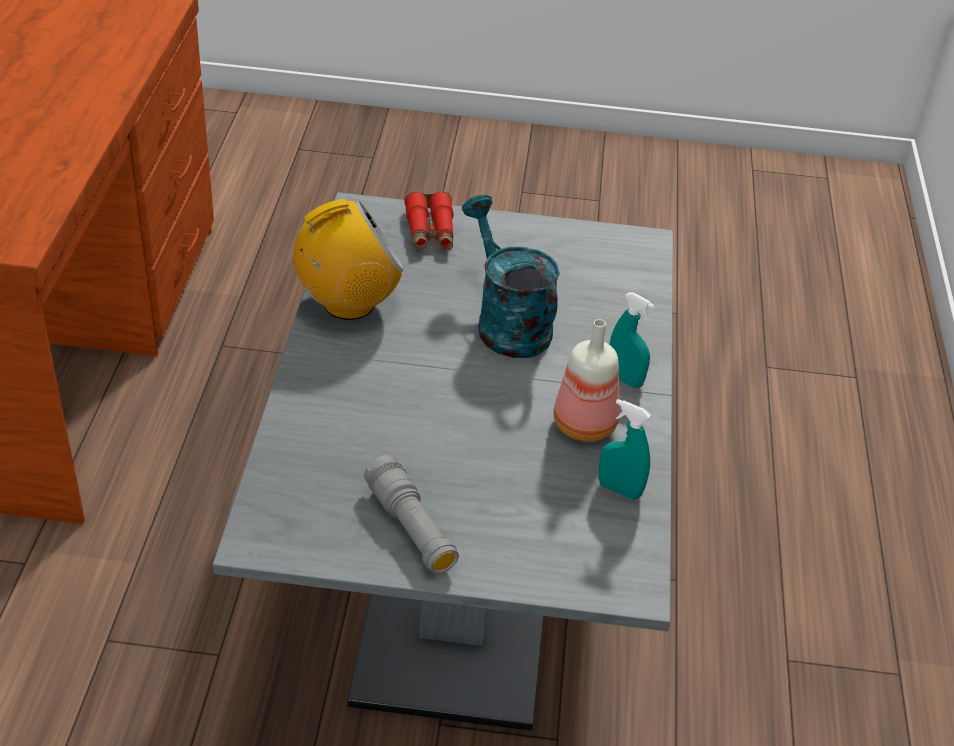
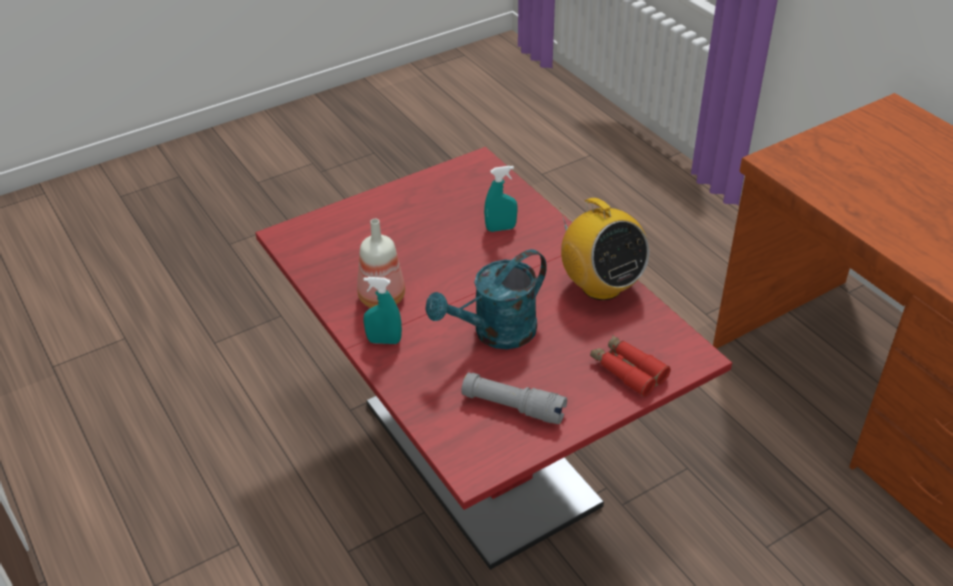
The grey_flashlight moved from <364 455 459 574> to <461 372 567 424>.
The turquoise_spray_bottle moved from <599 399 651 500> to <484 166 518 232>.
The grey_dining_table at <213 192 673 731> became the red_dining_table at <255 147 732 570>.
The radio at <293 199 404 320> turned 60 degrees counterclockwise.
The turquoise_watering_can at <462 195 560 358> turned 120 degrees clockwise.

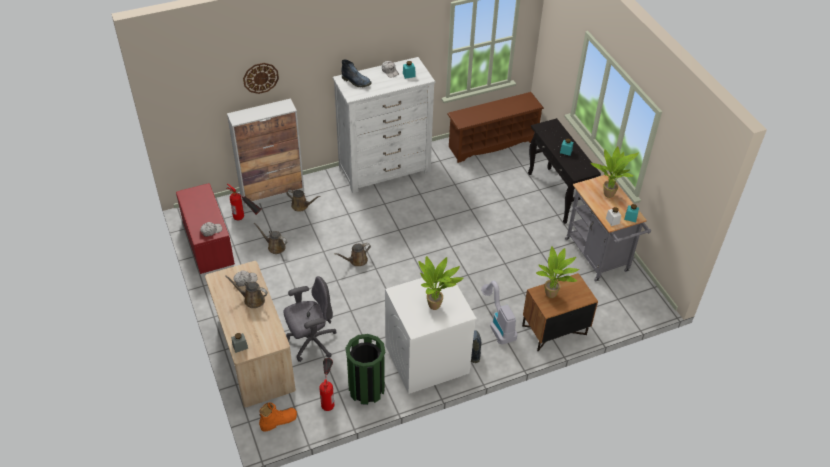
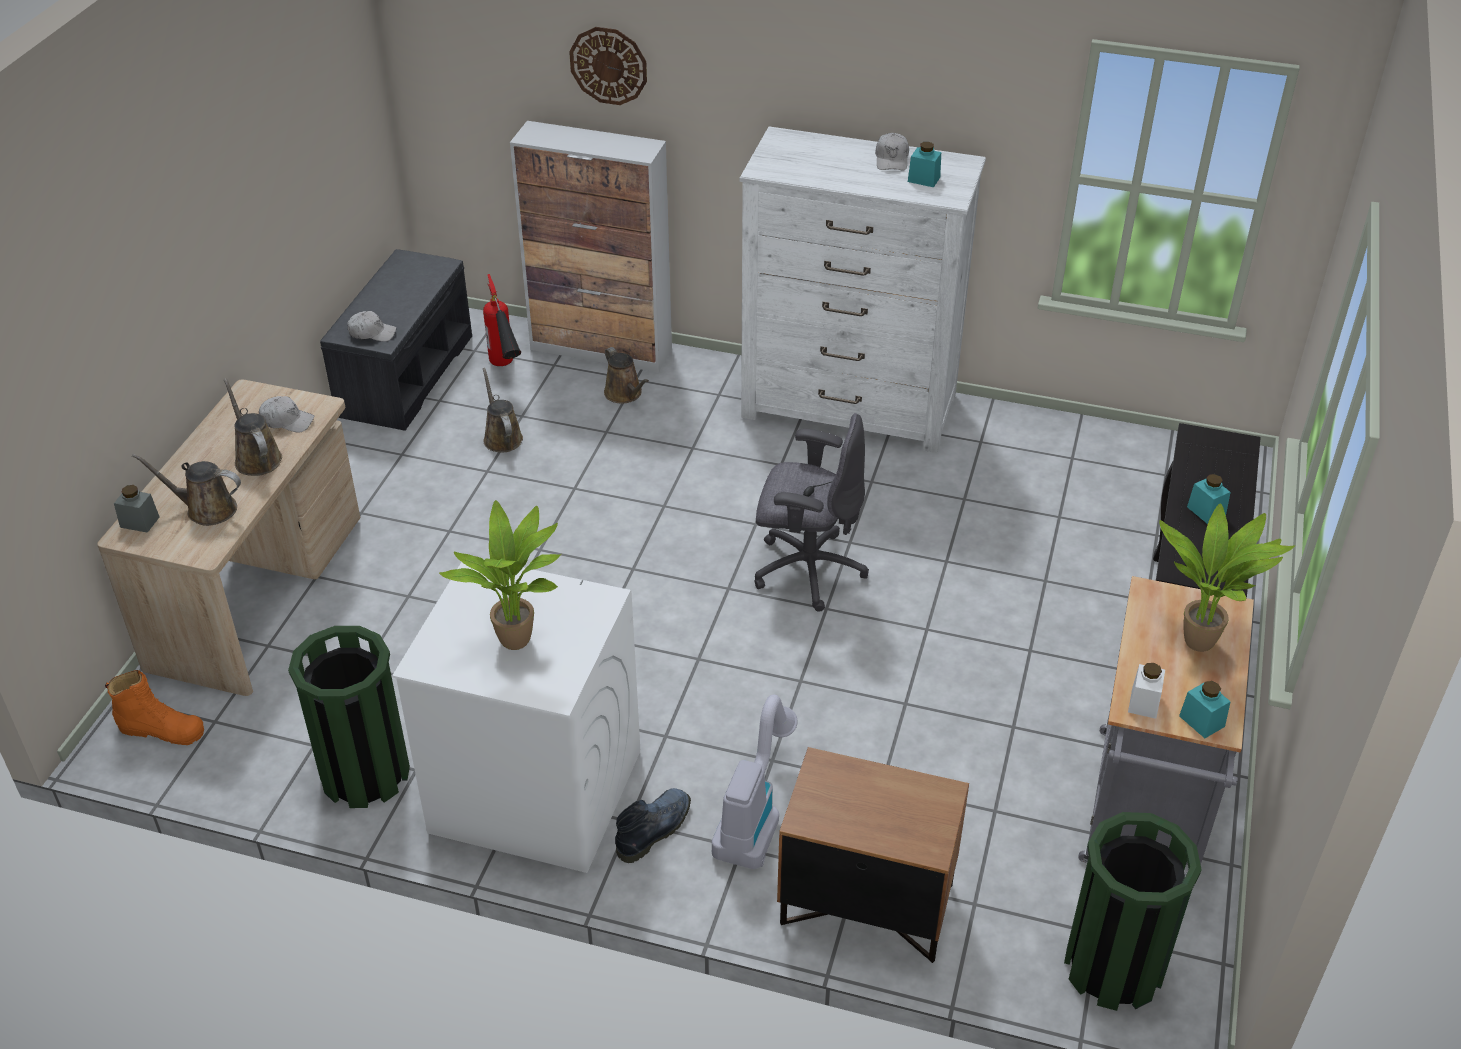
The fire_extinguisher at <319 358 334 411> disappeared.
The boot at <341 60 372 87> disappeared.
The brown_shoe_rack at <447 92 544 163> disappeared.
The potted_plant at <536 246 579 298> disappeared.
The green_trash_can at <1064 812 1202 1011> appeared.
The grey_office_chair moved from <283 276 337 362> to <754 413 869 612>.
The brown_watering_can moved from <335 243 371 266> to <132 454 241 526>.
The red_bench at <176 183 235 274> became the grey_bench at <320 249 472 431>.

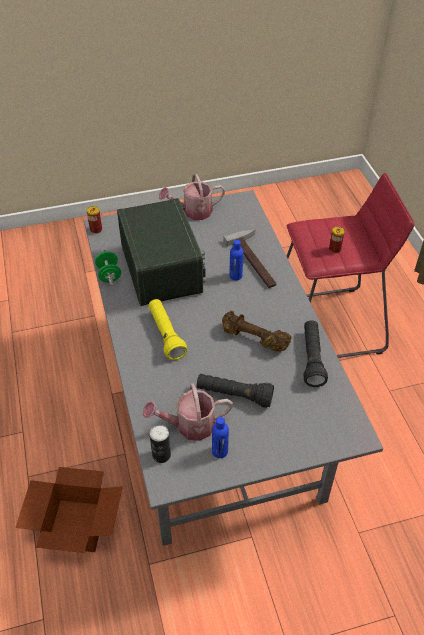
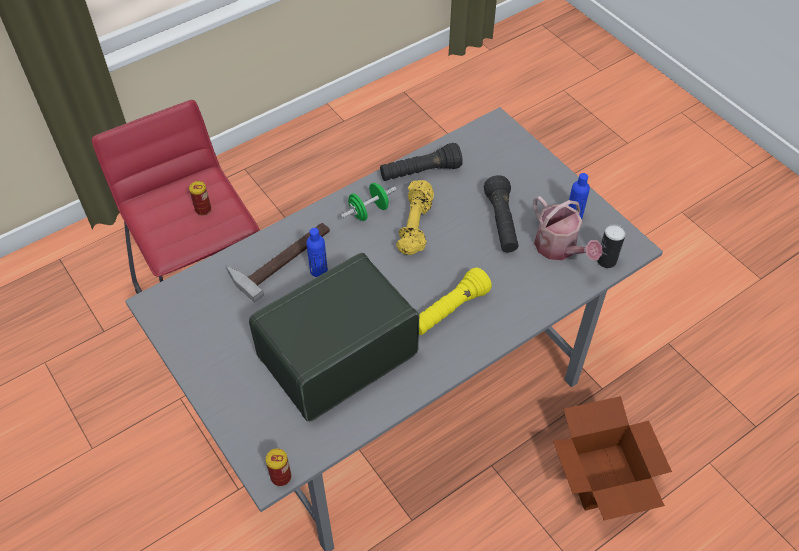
The watering_can at <159 174 225 220> disappeared.
The green_dumbbell moved from <95 250 121 286> to <341 183 396 221>.
The brown_dumbbell at <222 311 291 352> became the yellow_dumbbell at <396 180 434 255>.

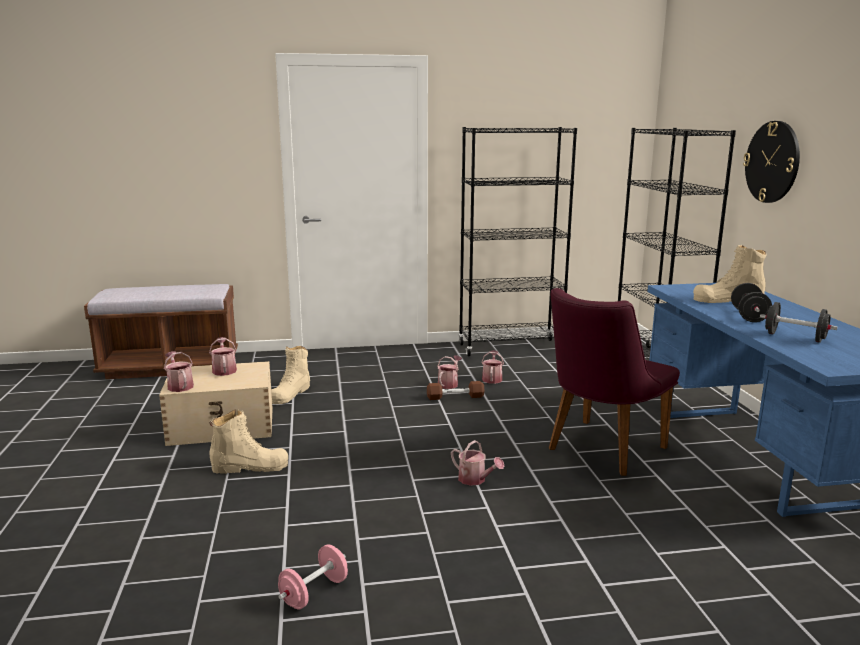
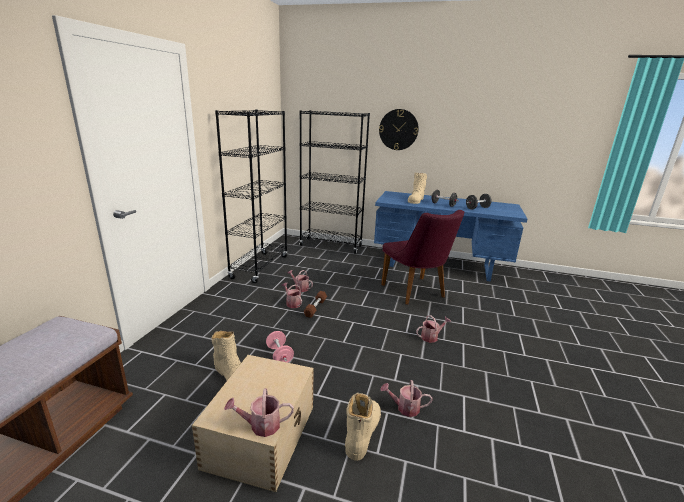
The watering_can moved from <209 337 237 376> to <380 380 433 417>.
The pink_dumbbell moved from <278 544 348 609> to <266 331 294 363>.

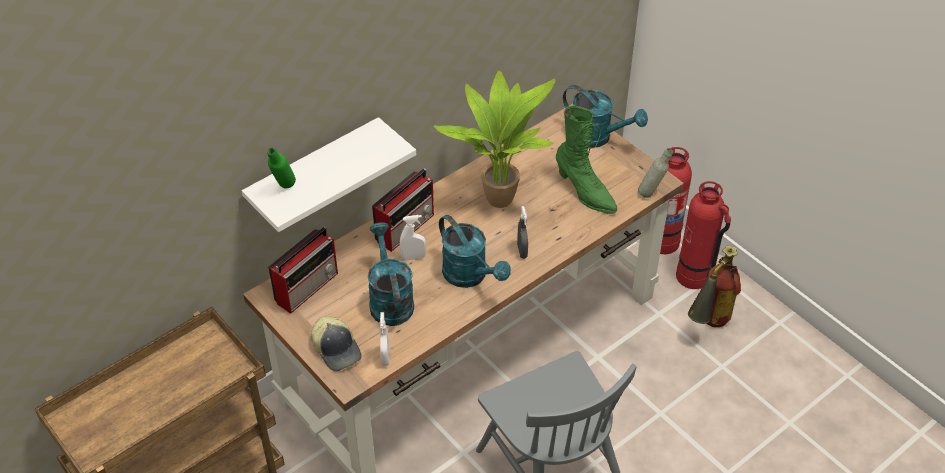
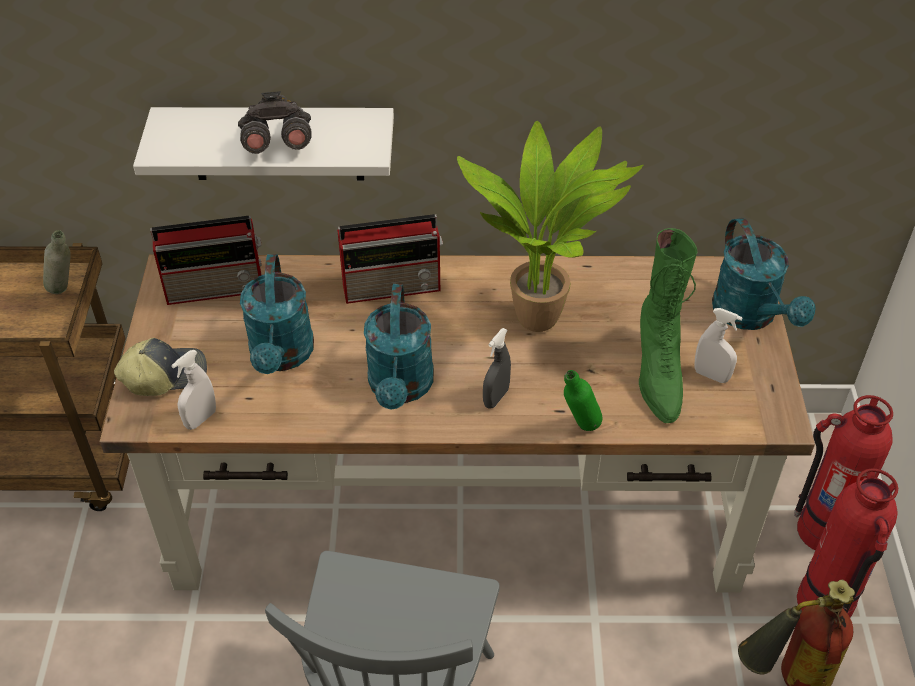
The grey_binoculars at <238 91 312 154> appeared.
The green_bottle moved from <267 148 296 189> to <564 370 602 431>.
The white_spray_bottle moved from <399 215 426 260> to <694 308 743 383>.
The grey_bottle moved from <638 148 673 198> to <43 230 71 294>.
The cap at <311 317 361 371> turned 120 degrees counterclockwise.
The turquoise_watering_can at <368 222 414 326> turned 150 degrees clockwise.

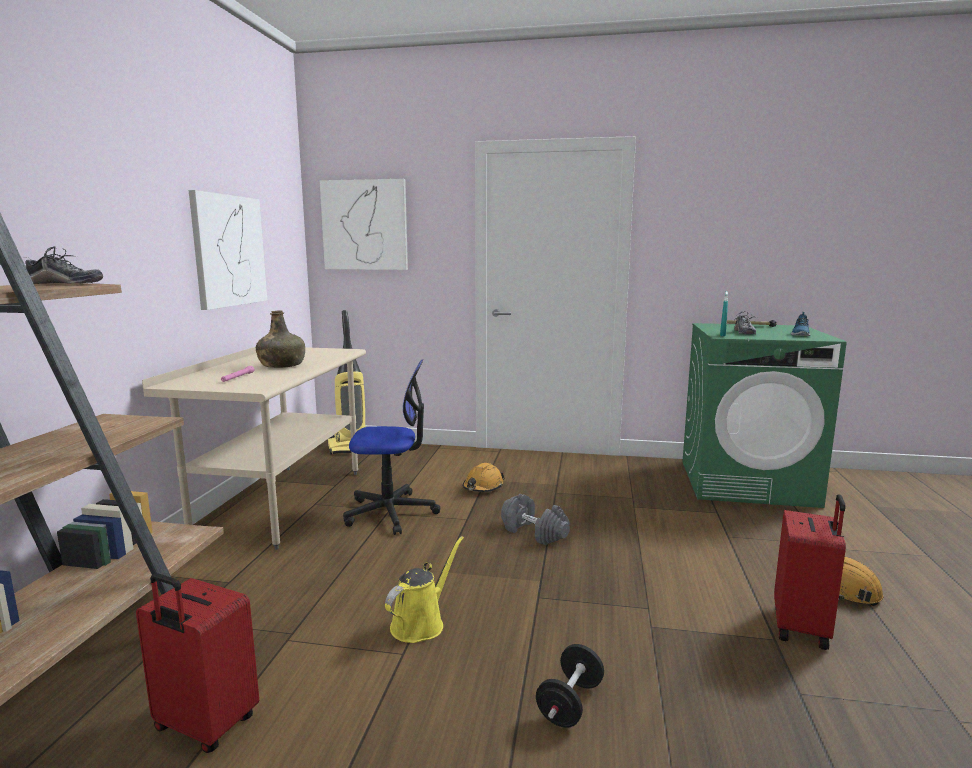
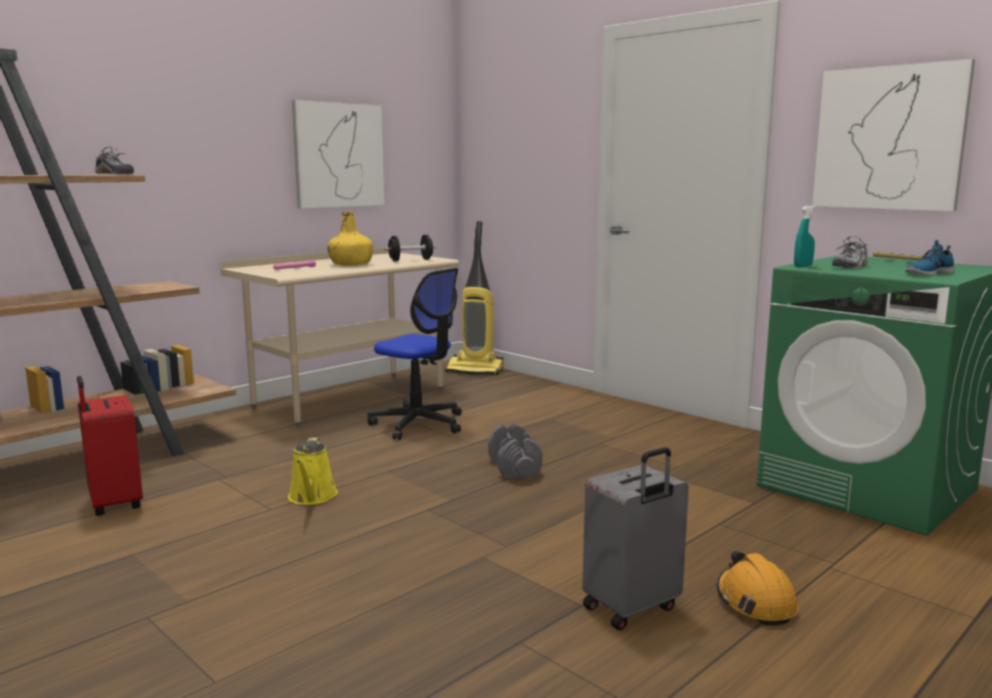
The orange_hard_hat at <462 463 505 492> disappeared.
The picture moved from <320 179 408 270> to <812 59 975 211>.
The black_dumbbell moved from <536 644 604 728> to <385 235 436 261>.
The green_bottle at <256 310 305 368> became the yellow_bottle at <327 211 373 266>.
The red_suitcase at <774 494 846 650> became the grey_suitcase at <582 447 689 630>.
The yellow_watering_can at <385 536 464 643> turned 105 degrees clockwise.

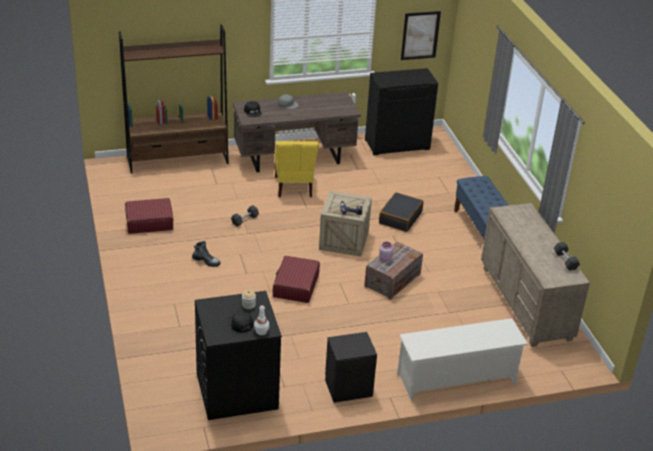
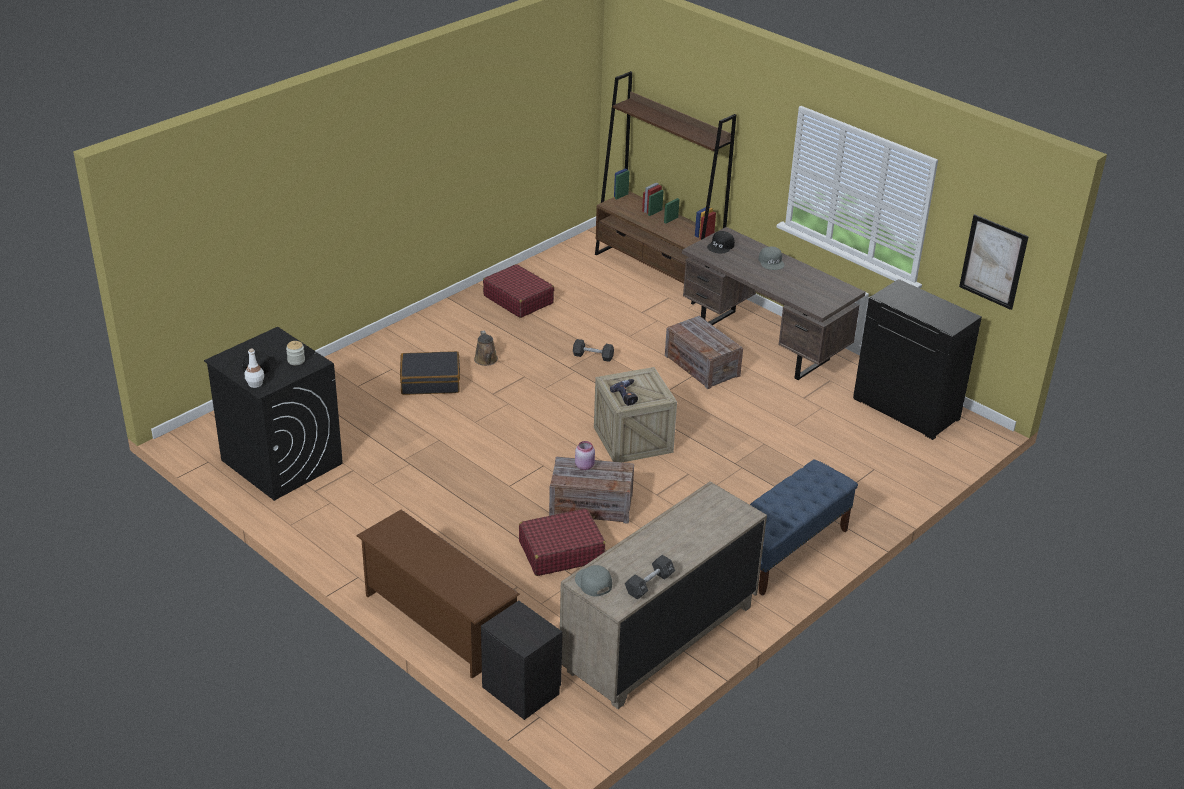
The grey_cap at <575 565 612 597> appeared.
The red_suitcase moved from <273 256 320 303> to <519 508 606 576>.
The black_nightstand moved from <325 332 377 403> to <481 601 562 720>.
The black_suitcase moved from <379 192 424 232> to <400 351 460 395>.
The boot at <192 241 220 267> was replaced by the brown_watering_can at <474 330 498 366>.
The yellow_chair at <275 141 319 198> was replaced by the crate at <665 316 743 389>.
The white_shoe_rack at <397 318 528 401> became the brown_shoe_rack at <356 510 520 679>.

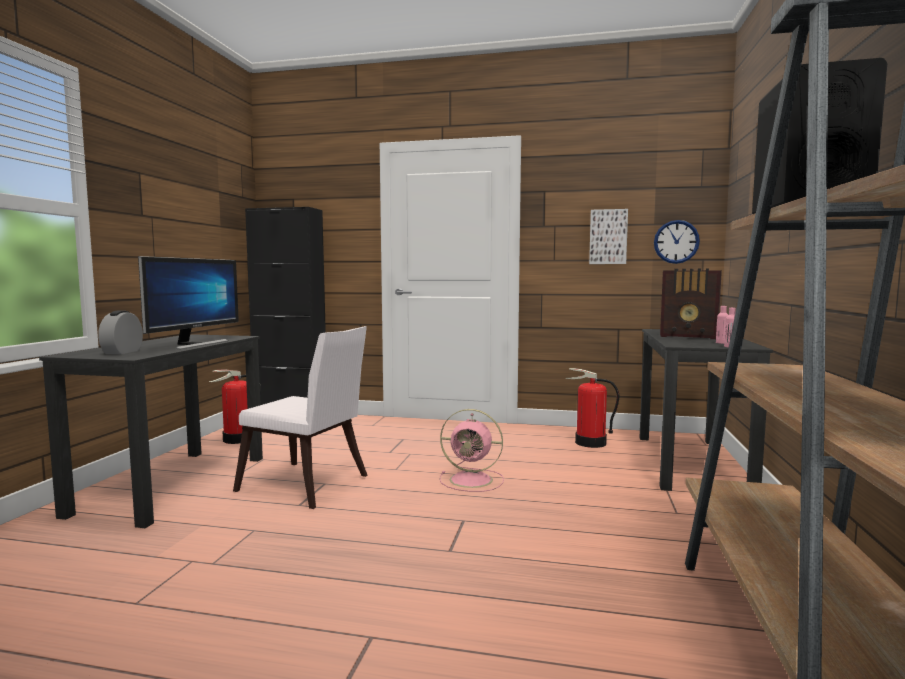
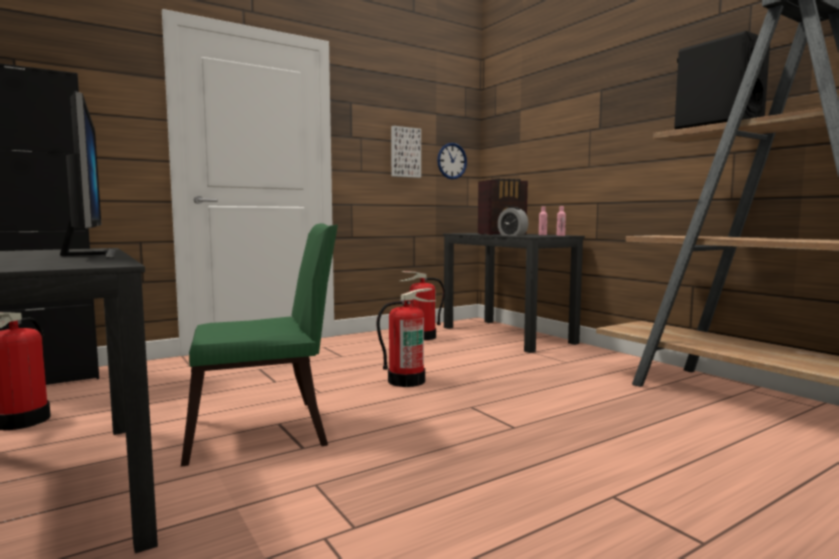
The alarm_clock moved from <98 310 143 354> to <498 207 528 236>.
The pink_fan at <440 409 504 492> was replaced by the fire_extinguisher at <376 288 435 387>.
The white_chair at <233 326 368 509> became the green_chair at <181 223 338 467>.

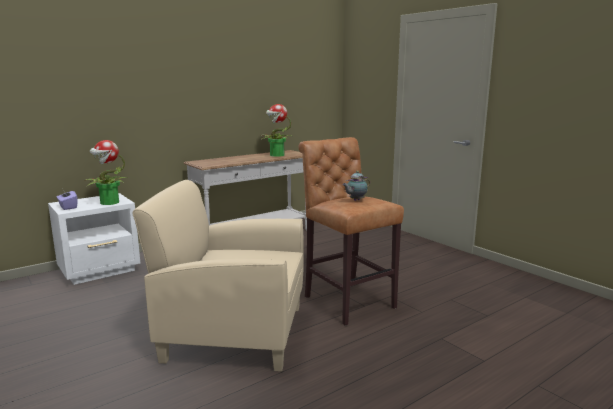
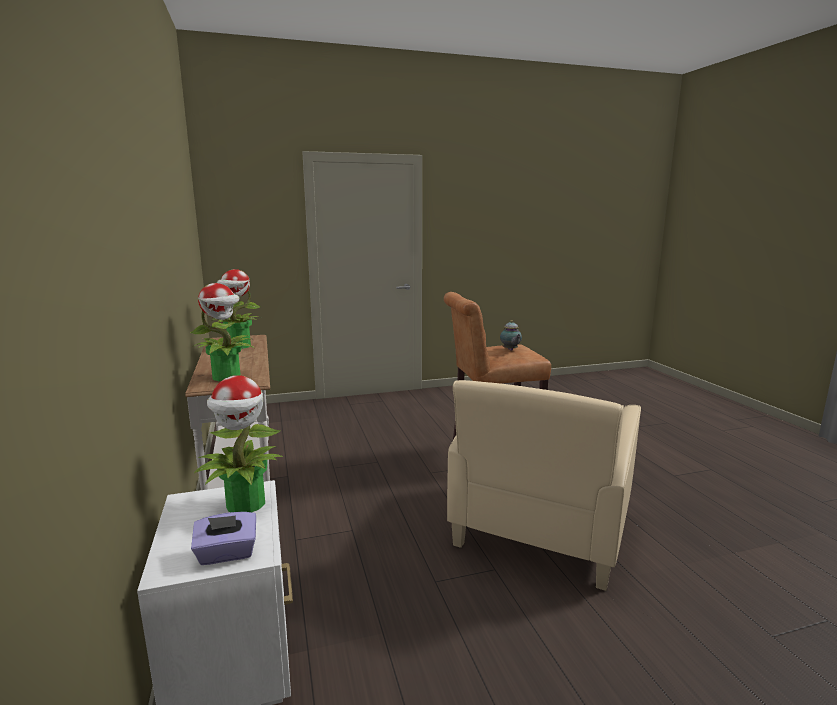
The potted_plant at <190 283 254 381> appeared.

